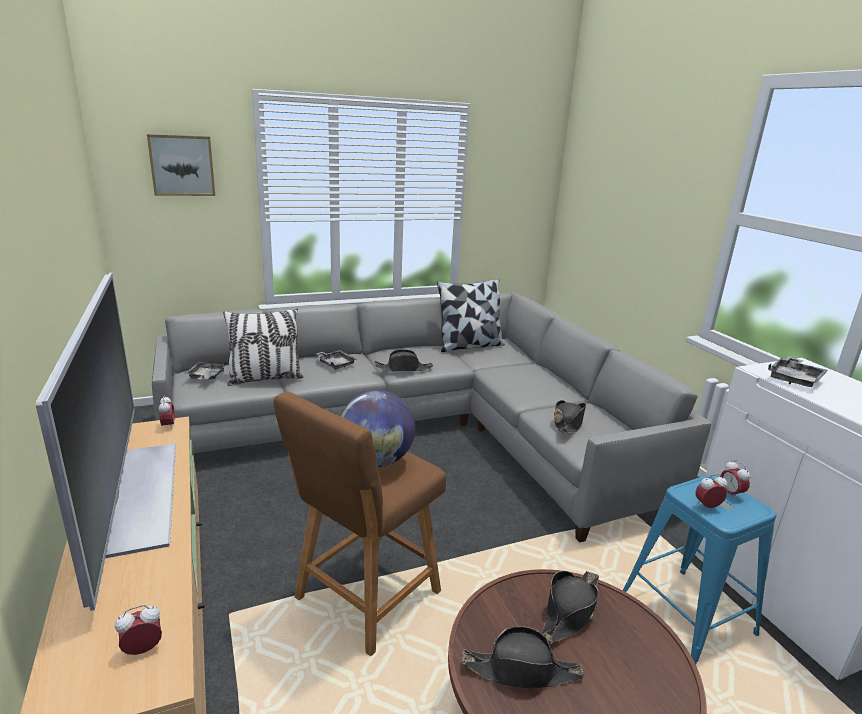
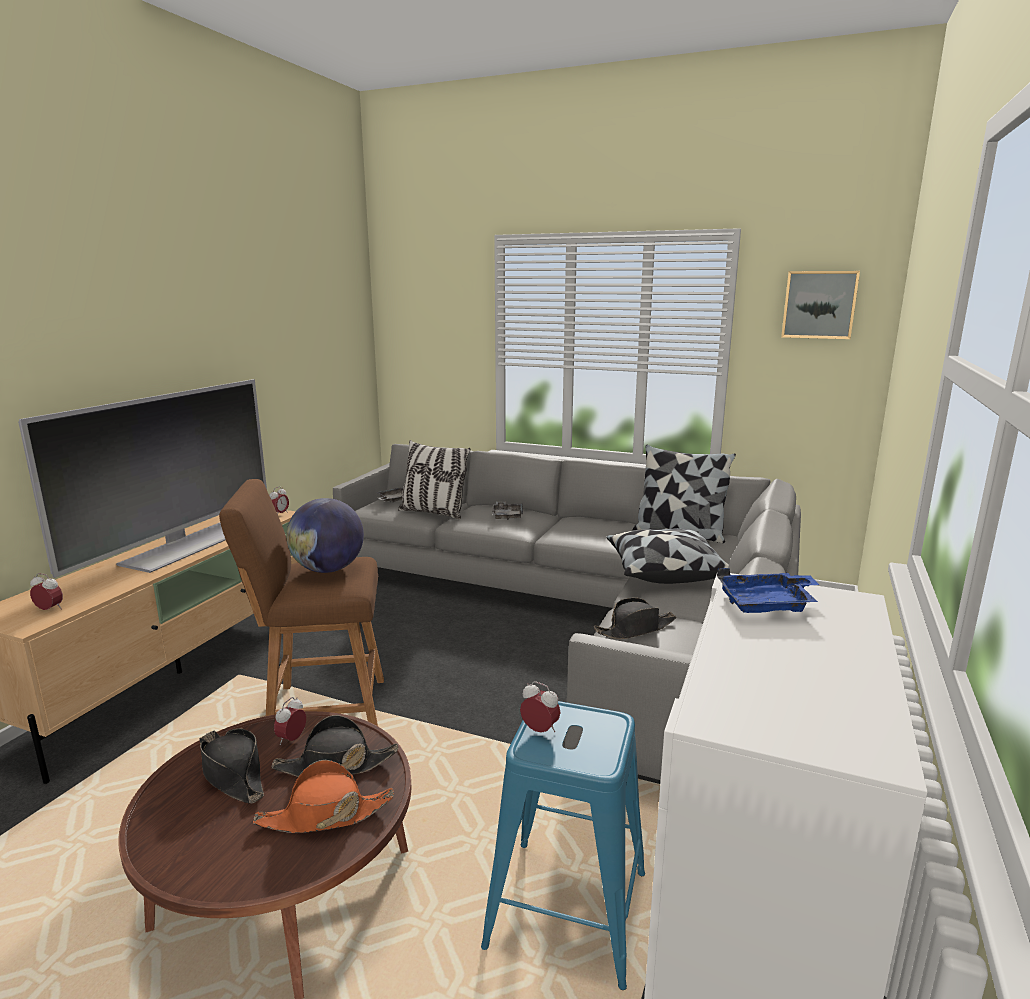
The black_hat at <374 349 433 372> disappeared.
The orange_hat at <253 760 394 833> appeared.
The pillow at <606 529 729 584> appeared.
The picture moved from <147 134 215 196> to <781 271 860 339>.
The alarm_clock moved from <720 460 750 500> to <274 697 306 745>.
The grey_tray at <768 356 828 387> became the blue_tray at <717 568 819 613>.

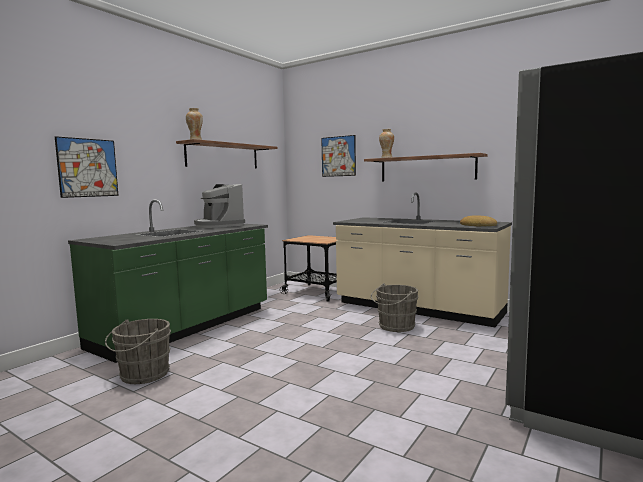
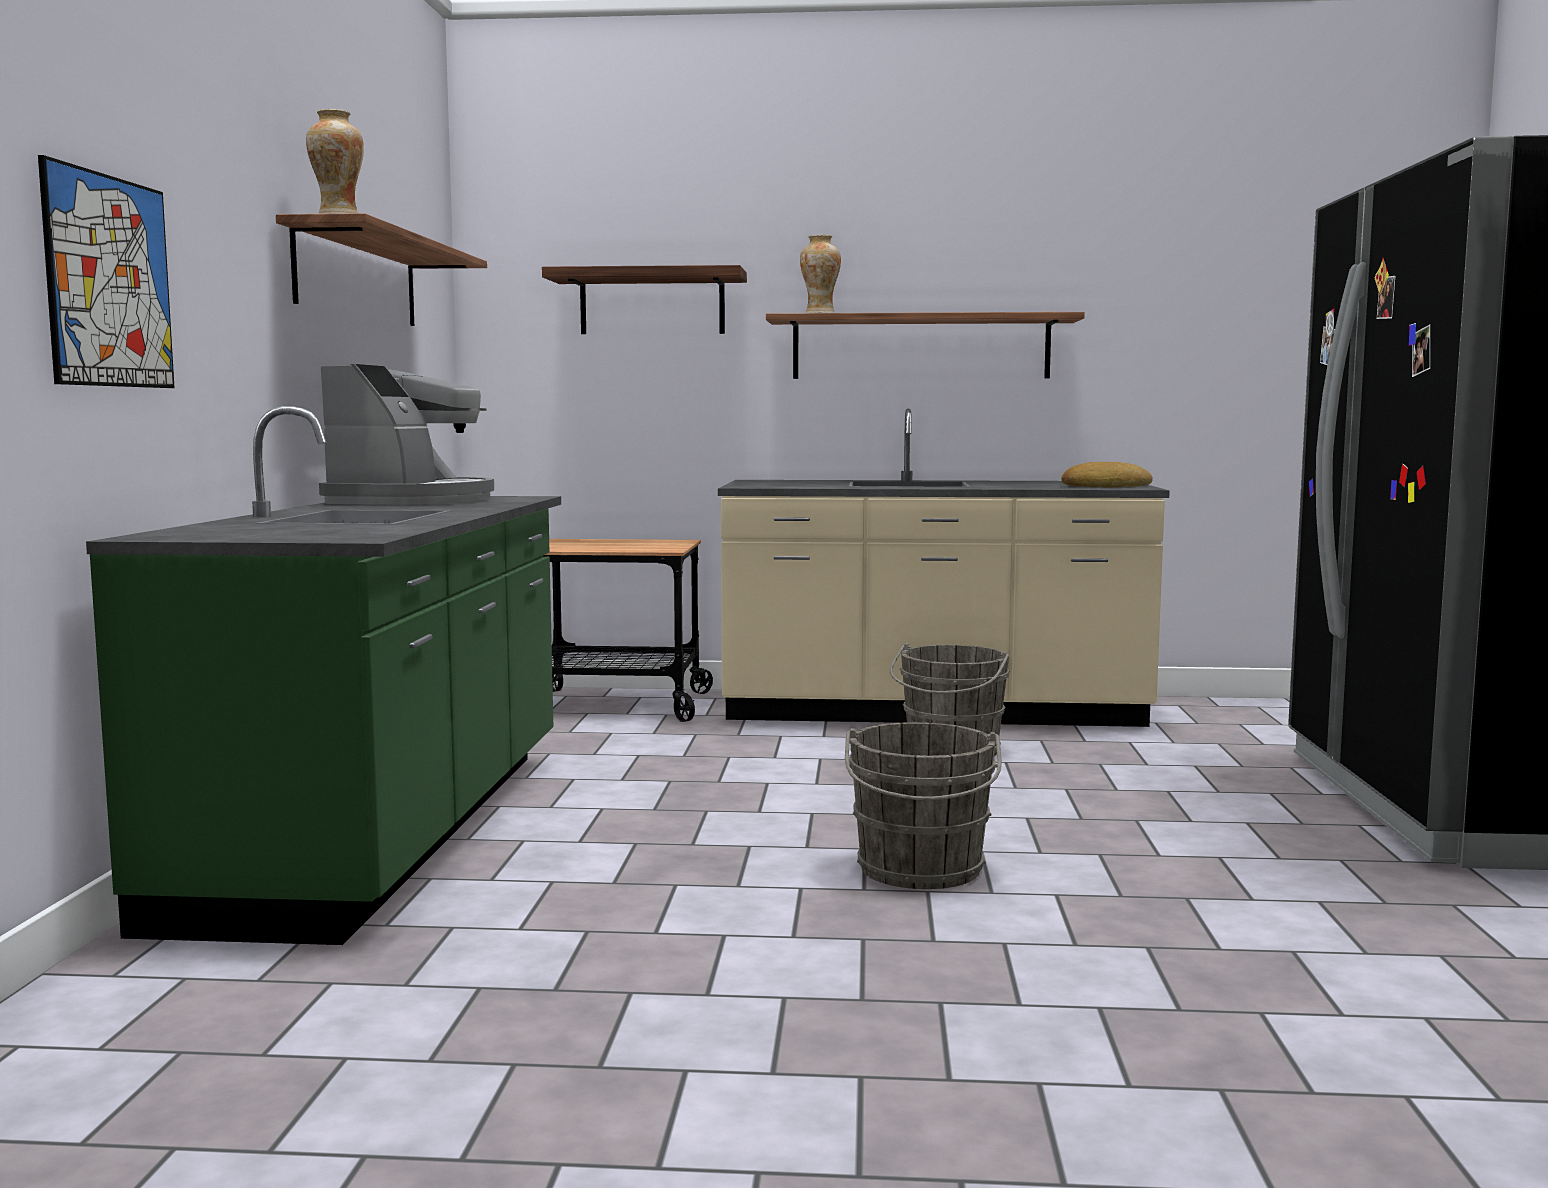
The grey_bucket moved from <105 319 171 384> to <845 722 1002 889>.
The picture at <321 135 356 177> was replaced by the shelf at <542 265 747 334>.
The coffee_machine at <194 184 245 228> turned 105 degrees counterclockwise.

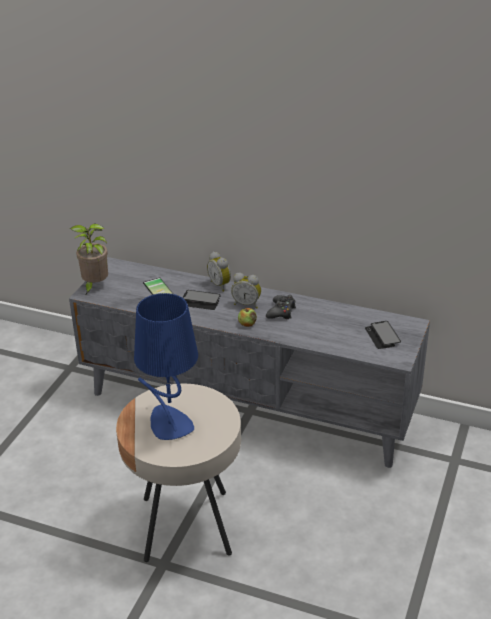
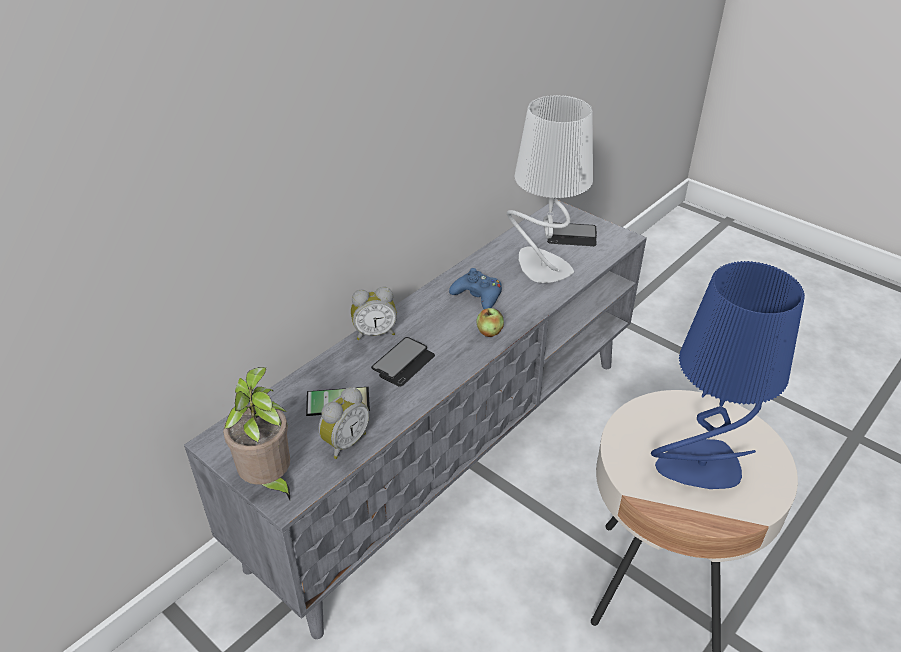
The grey_table_lamp at <507 95 593 283> appeared.
The alarm_clock moved from <231 273 261 309> to <318 387 369 459>.
The black_game_controller at <266 295 296 319> became the blue_game_controller at <449 268 502 309>.

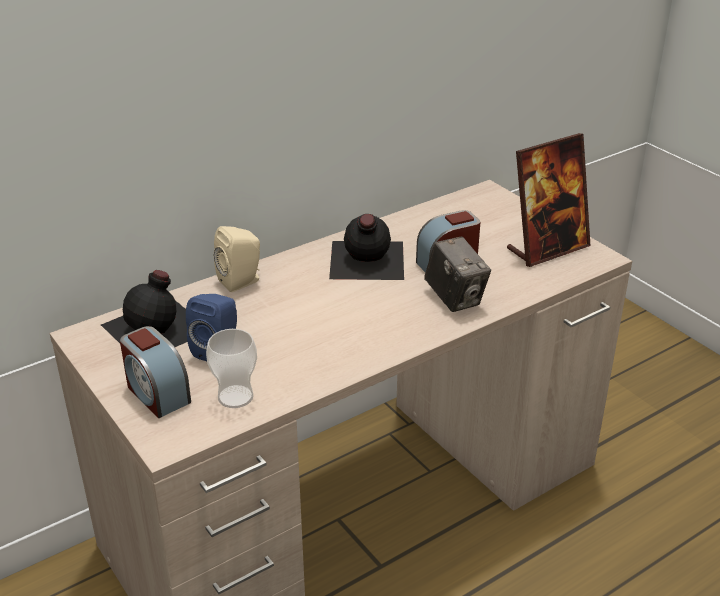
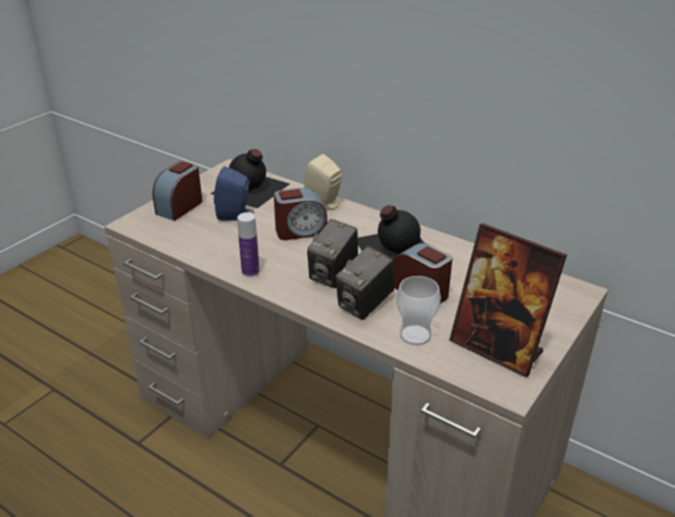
The bottle at <237 212 260 277> appeared.
The alarm_clock at <274 188 327 240> appeared.
The photo_camera at <307 219 358 288> appeared.
The cup moved from <206 329 257 408> to <396 276 441 345>.

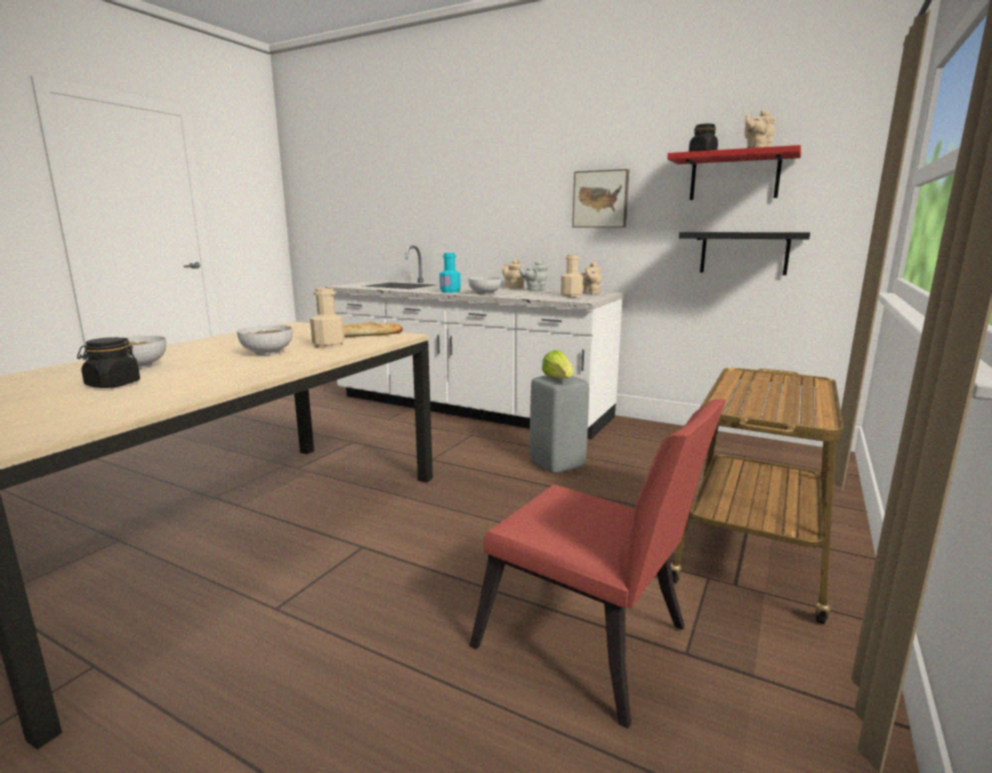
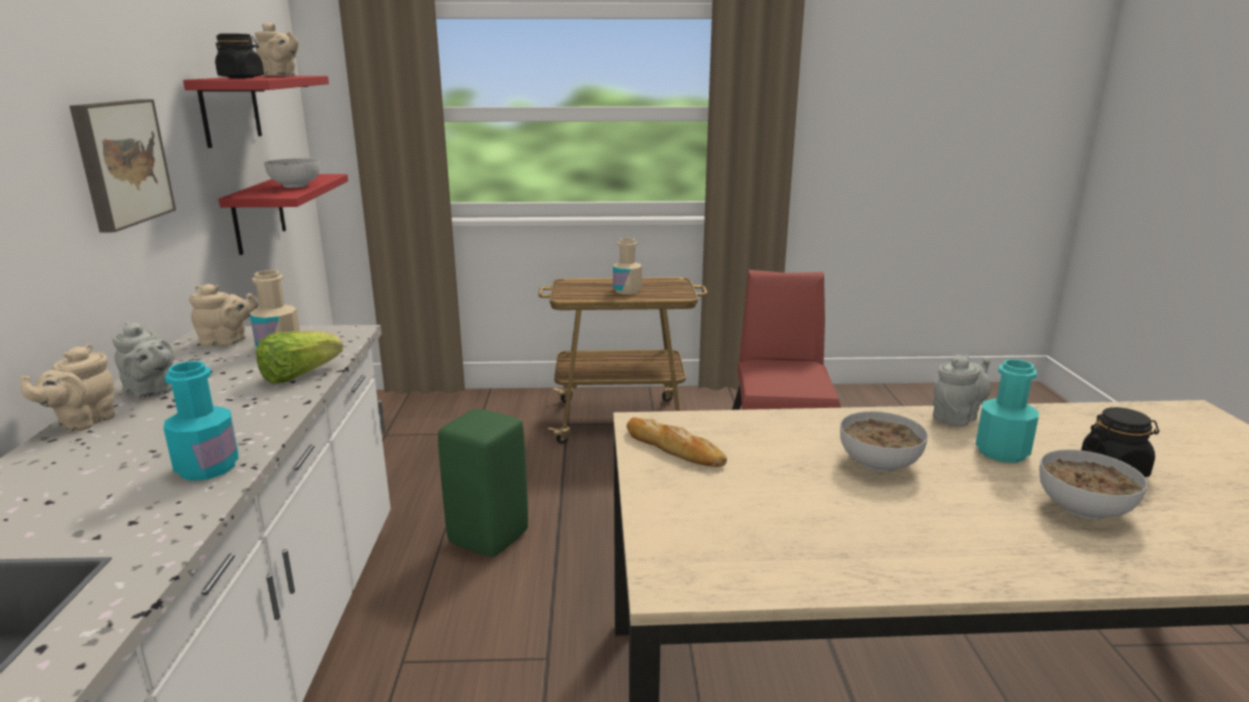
The grey_teapot at <933 355 991 427> appeared.
The turquoise_bottle at <975 359 1039 463> appeared.
The beige_bottle moved from <310 288 345 349> to <613 238 642 294>.
The bowl moved from <468 277 501 295> to <264 158 320 188>.
The lettuce moved from <542 350 573 378> to <256 331 343 384>.
The grey_stool at <530 375 589 473> became the green_stool at <438 409 528 557>.
The black_shelf at <679 232 810 275> became the red_shelf at <219 174 348 255>.

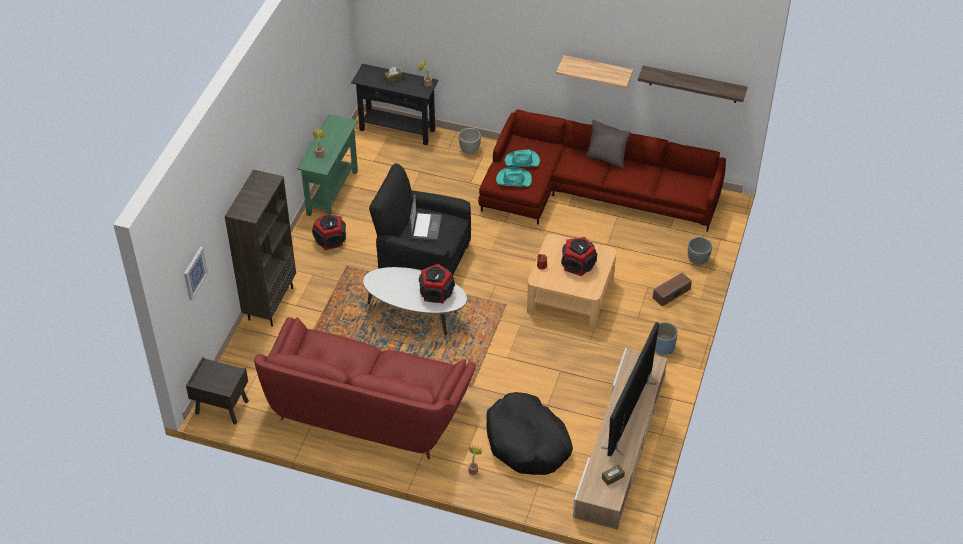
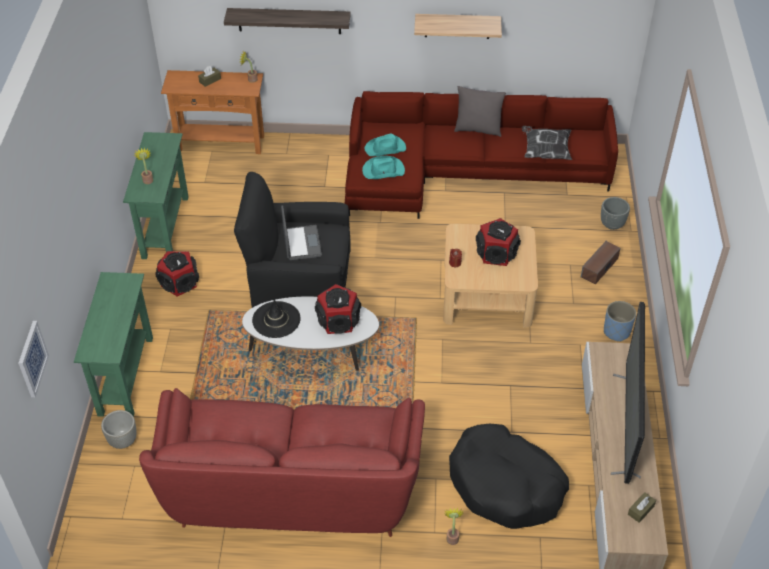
The brown_nightstand at <186 357 249 424> disappeared.
The black_hat at <252 299 300 338> appeared.
The pillow at <522 126 572 160> appeared.
The grey_planter moved from <459 128 481 154> to <101 410 137 449>.
The shelf moved from <638 66 747 103> to <224 8 351 34>.
The brown_bookcase at <225 169 296 326> was replaced by the green_console_table at <74 272 153 417>.
The black_console_table at <351 64 438 145> became the orange_console_table at <161 70 264 154>.

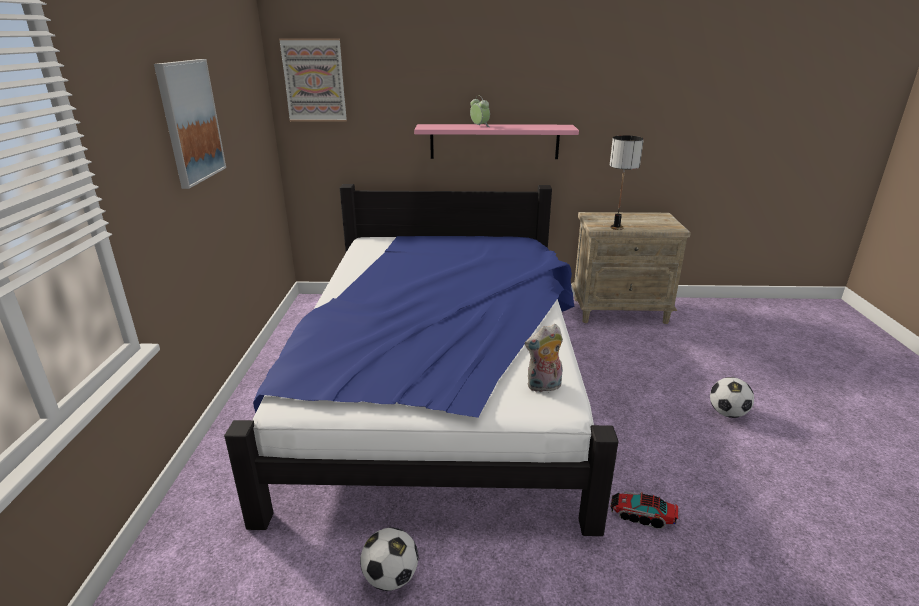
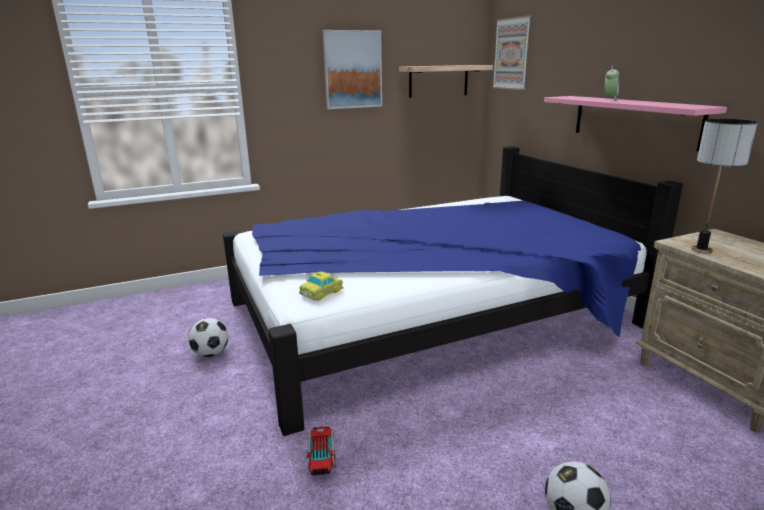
The shelf at <399 65 493 98> appeared.
The plush_toy at <525 324 563 392> was replaced by the toy_car at <299 272 343 301>.

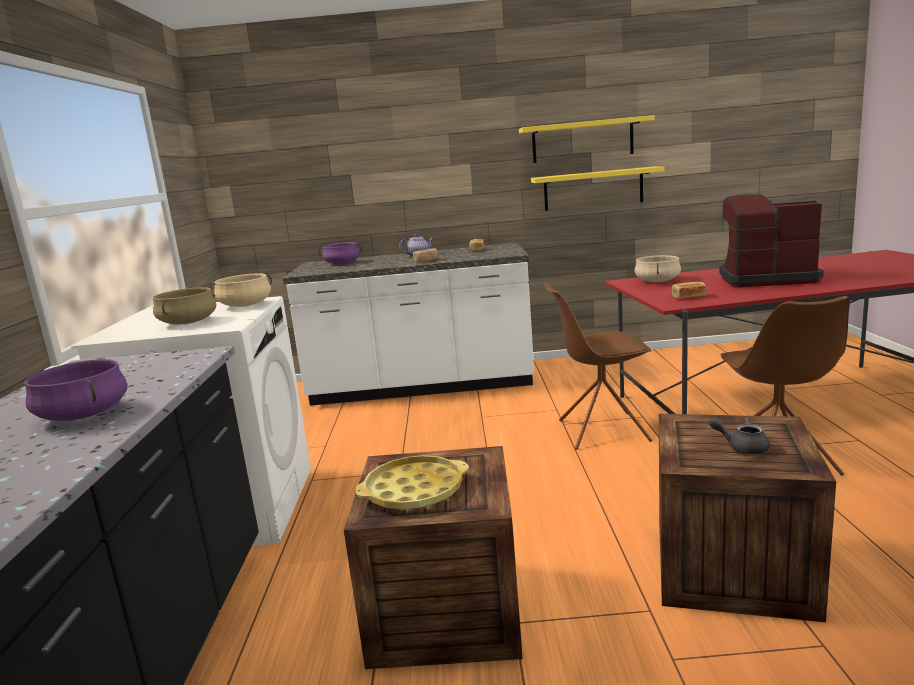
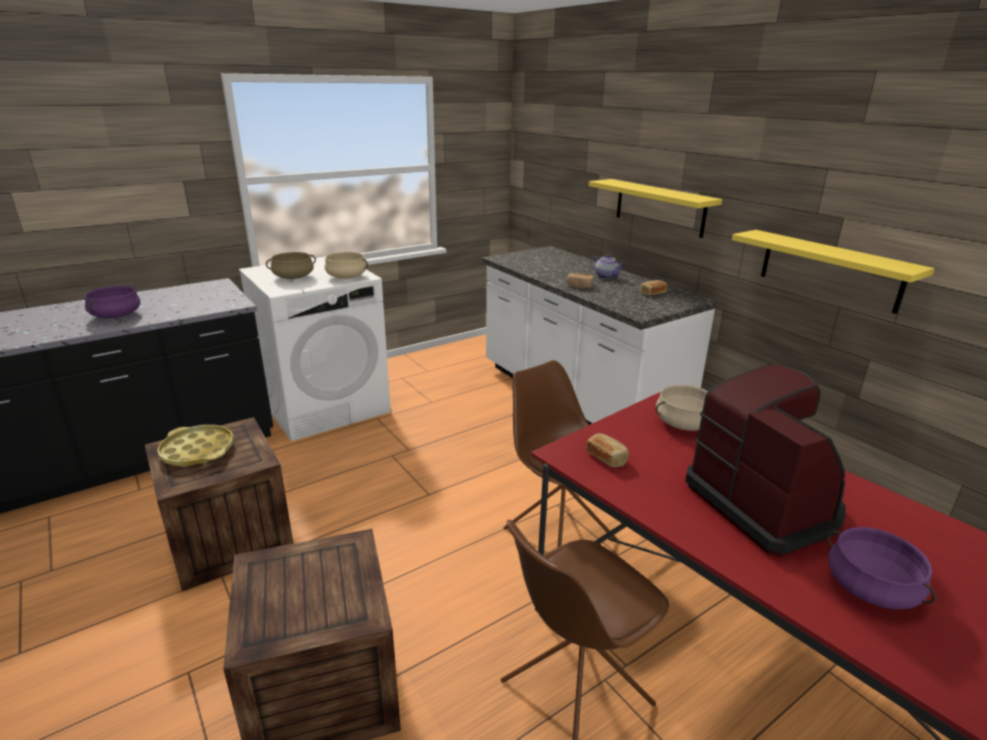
The grey_teapot at <709 417 770 454> disappeared.
The purple_cooking_pot moved from <318 242 362 264> to <827 527 936 610>.
The yellow_shelf moved from <519 115 655 163> to <589 179 722 238>.

